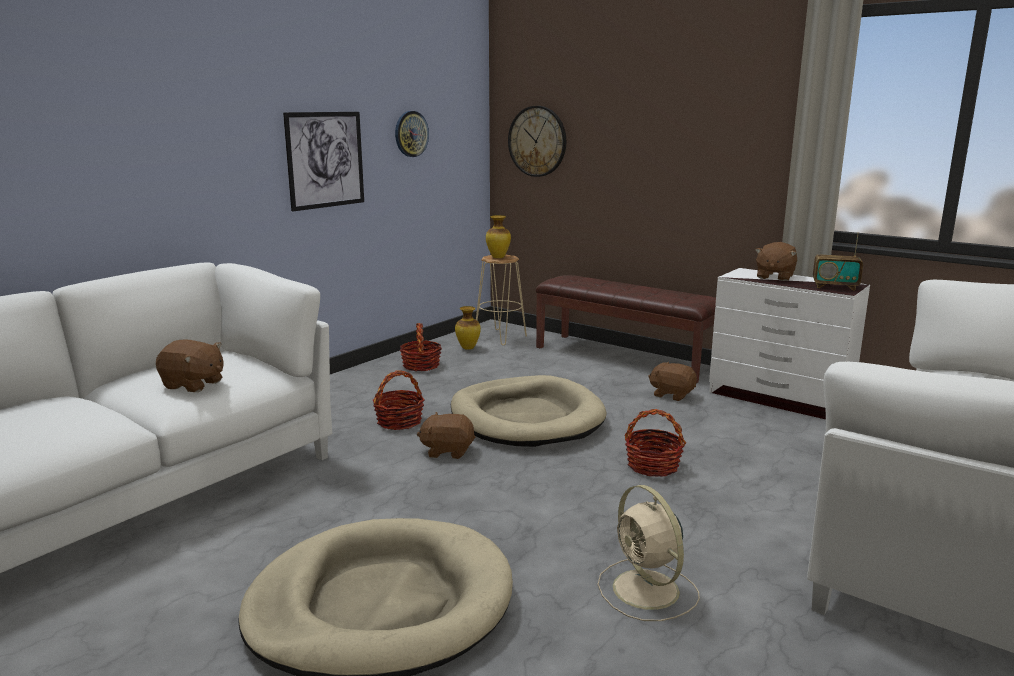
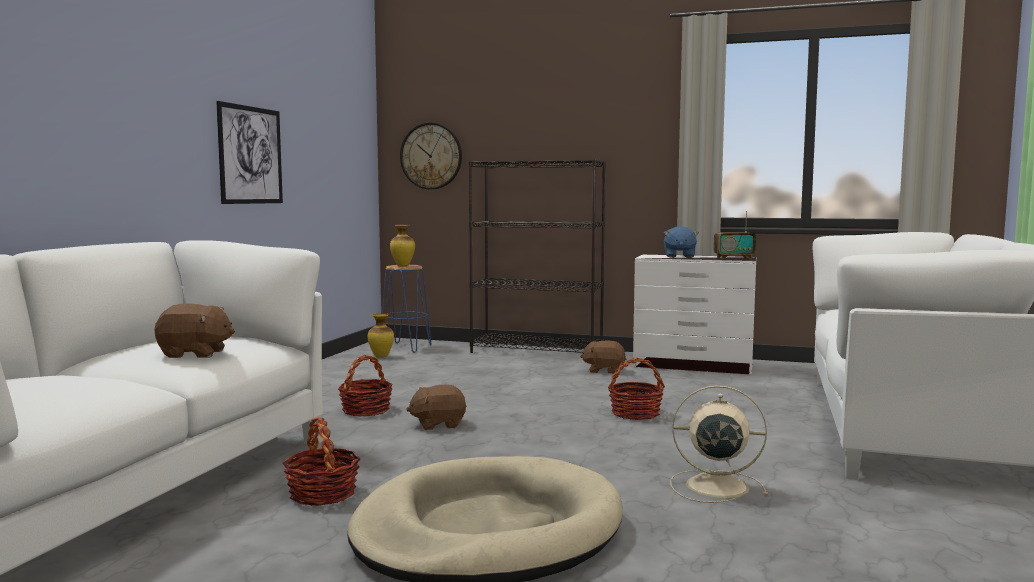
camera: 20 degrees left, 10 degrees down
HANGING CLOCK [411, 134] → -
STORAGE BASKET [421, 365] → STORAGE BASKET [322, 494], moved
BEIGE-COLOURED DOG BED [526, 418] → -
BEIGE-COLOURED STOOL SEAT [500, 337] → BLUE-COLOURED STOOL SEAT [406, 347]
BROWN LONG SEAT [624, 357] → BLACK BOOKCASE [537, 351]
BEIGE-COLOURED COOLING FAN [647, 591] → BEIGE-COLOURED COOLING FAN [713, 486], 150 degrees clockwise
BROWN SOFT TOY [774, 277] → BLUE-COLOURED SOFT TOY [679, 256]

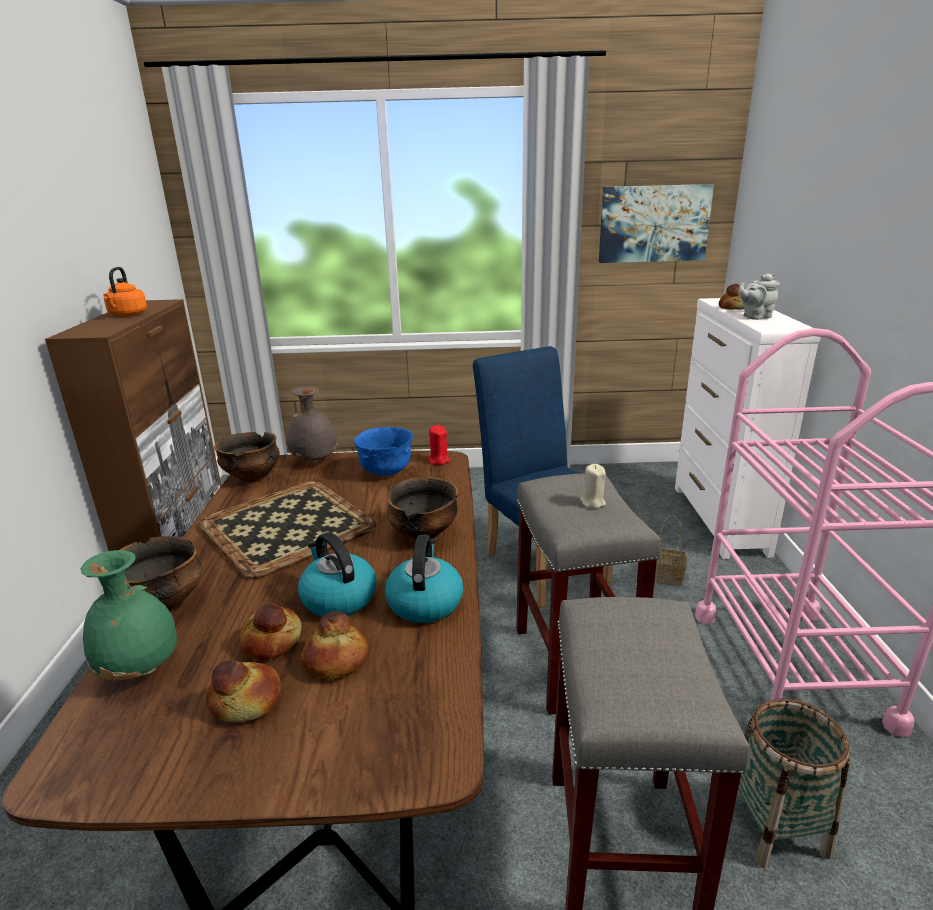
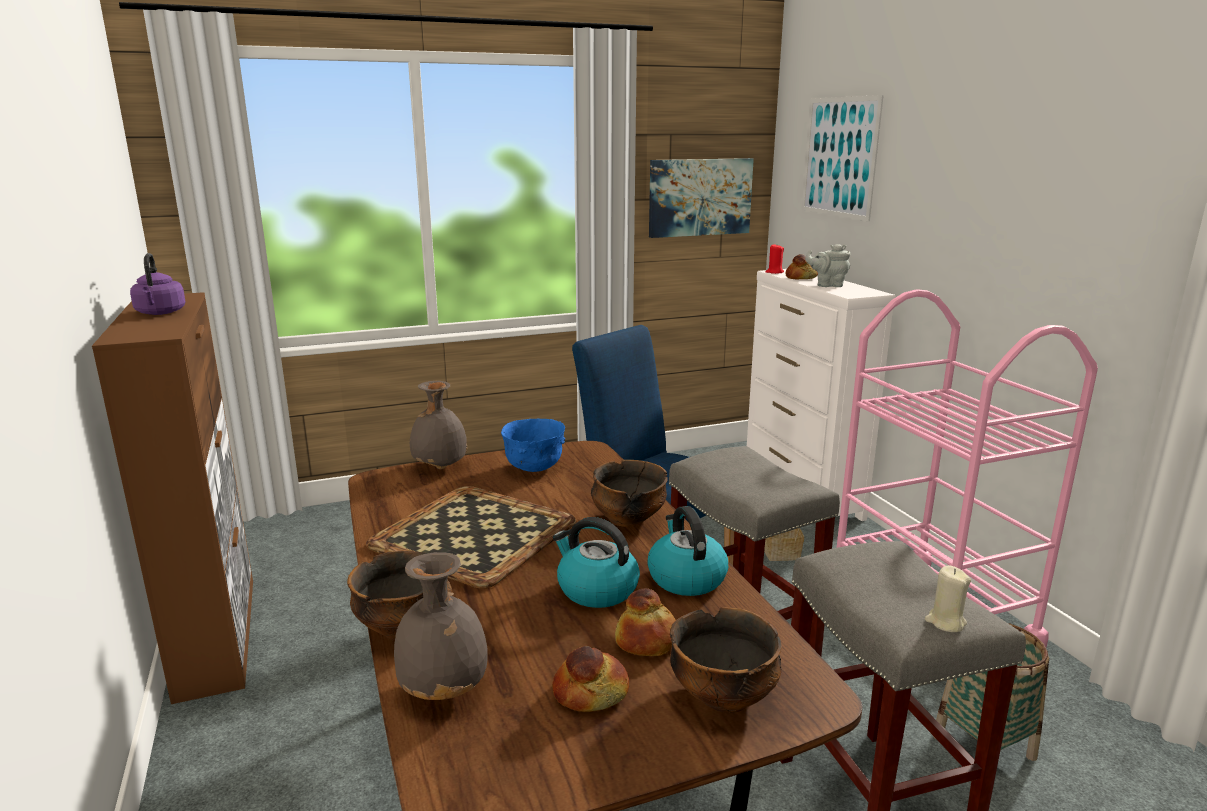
camera: 20 degrees left, 5 degrees down
GREEN DECORATIVE VASE [141, 668] → GREYISH DECORATIVE VASE [446, 690]
ORANGEY KETTLE [127, 315] → PURPLISH KETTLE [160, 313]
SERVING BOWL [253, 476] → SERVING BOWL [723, 696], moved
BAKERY BREAD [272, 641] → -
RED WAX LIGHT [438, 460] → RED WAX LIGHT [774, 272], moved
BEIGE-COLOURED WAX LIGHT [592, 502] → BEIGE-COLOURED WAX LIGHT [945, 622], moved
GREYISH POT FOR TEA [755, 317] → GREYISH POT FOR TEA [827, 285], 45 degrees clockwise
- → WALL ART [839, 157]

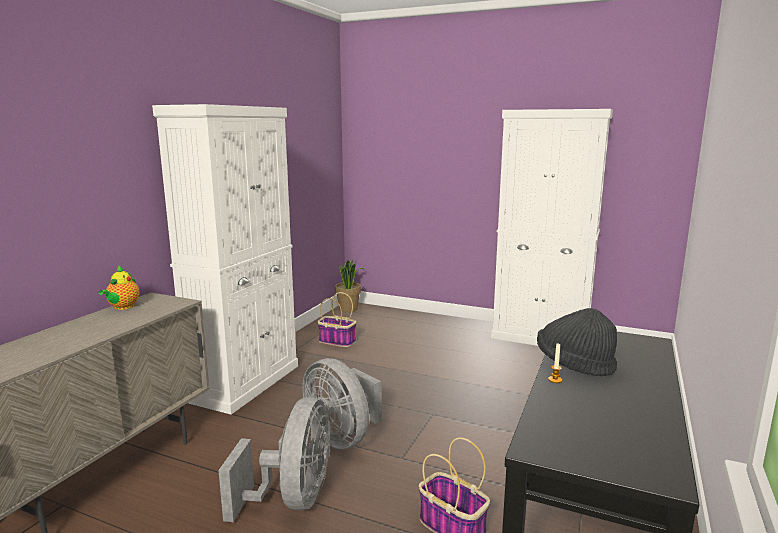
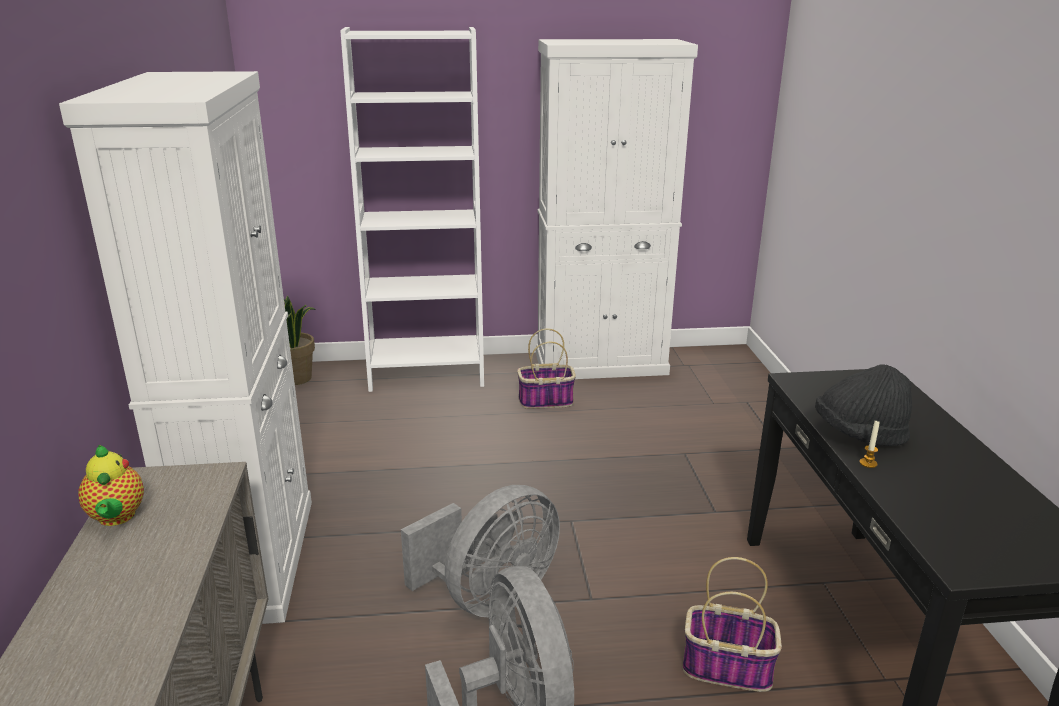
camera: 30 degrees left, 10 degrees up
GREYISH COOLING FAN [342, 437] → GREYISH COOLING FAN [489, 597], 60 degrees counterclockwise
STORAGE BASKET [336, 341] → STORAGE BASKET [545, 401], moved
- → WHITE-COLOURED BOOKCASE [426, 374]

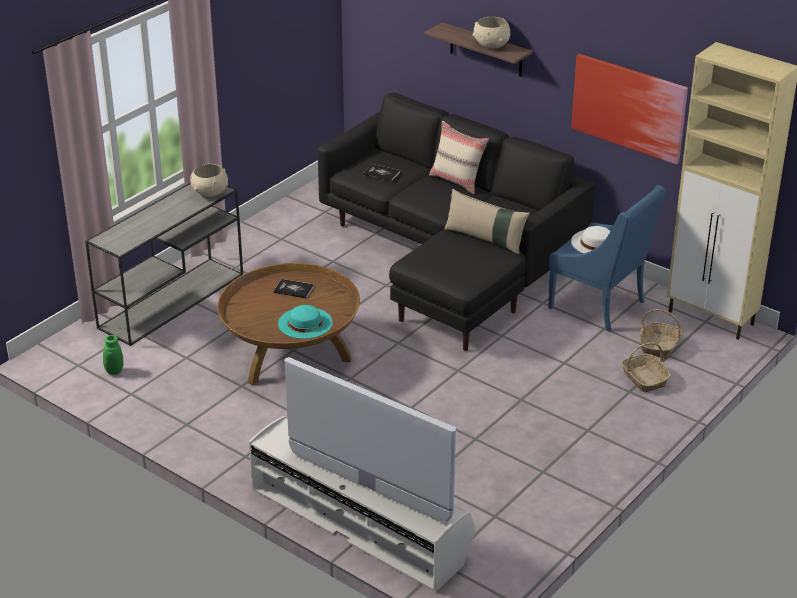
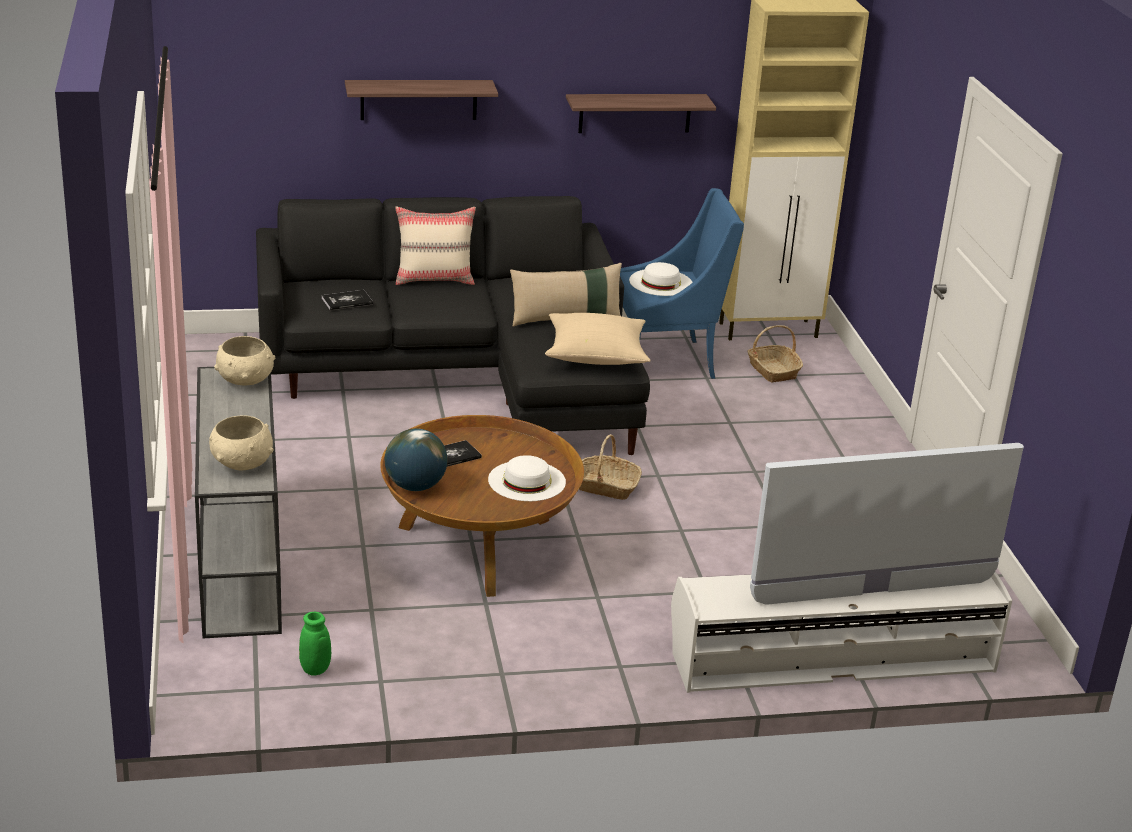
camera: 50 degrees left, 5 degrees down
TURQUOISE CLOTHING HAT [305, 323] → WHITE-COLOURED CLOTHING HAT [527, 481]
BEIGE-COLOURED SERVING BOWL [491, 45] → BEIGE-COLOURED SERVING BOWL [241, 464], moved
WALL ART [629, 107] → BRACKET SHELF [635, 113]
STORAGE BASKET [644, 378] → STORAGE BASKET [605, 486], moved
- → WORLD GLOBE [416, 486]
- → BEIGE-COLOURED CUSHION [597, 356]

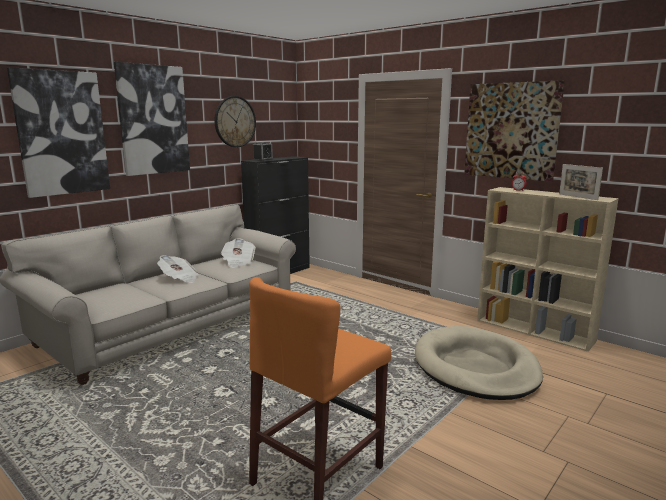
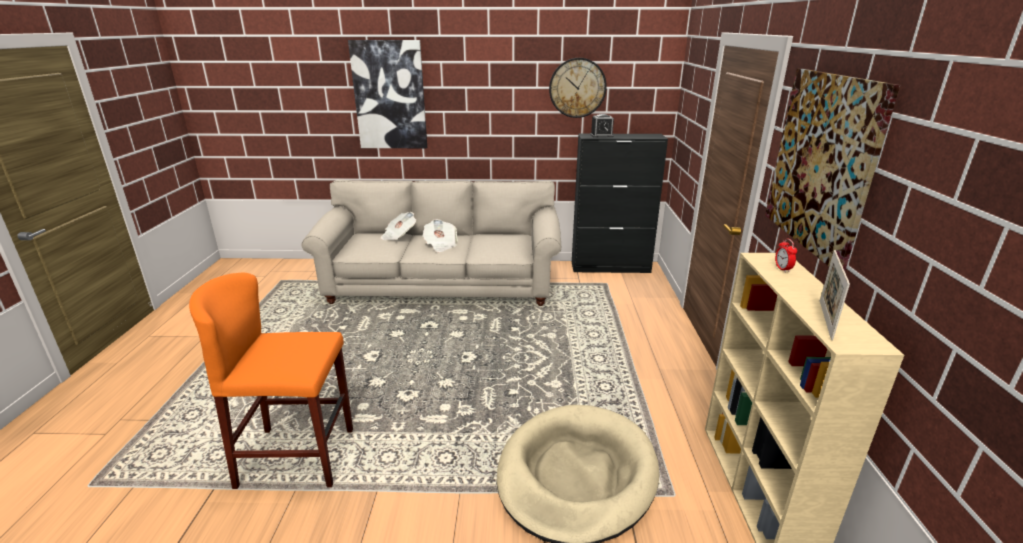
camera: 50 degrees right, 10 degrees up
WALL ART [153, 120] → -
DAILY PAPER [238, 262] → DAILY PAPER [398, 236], moved

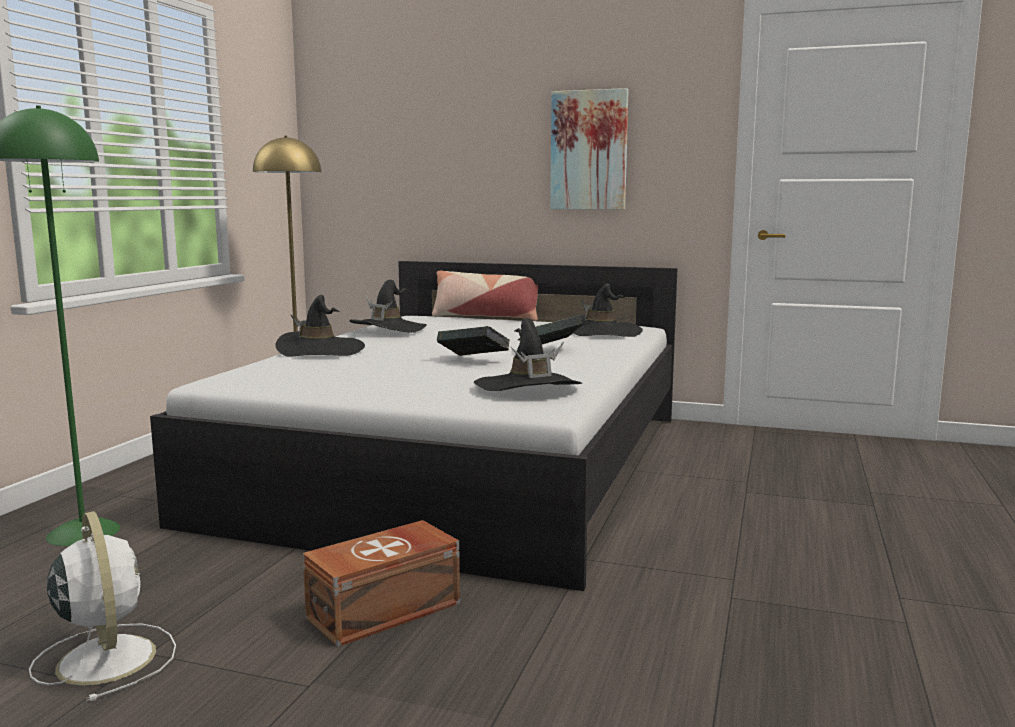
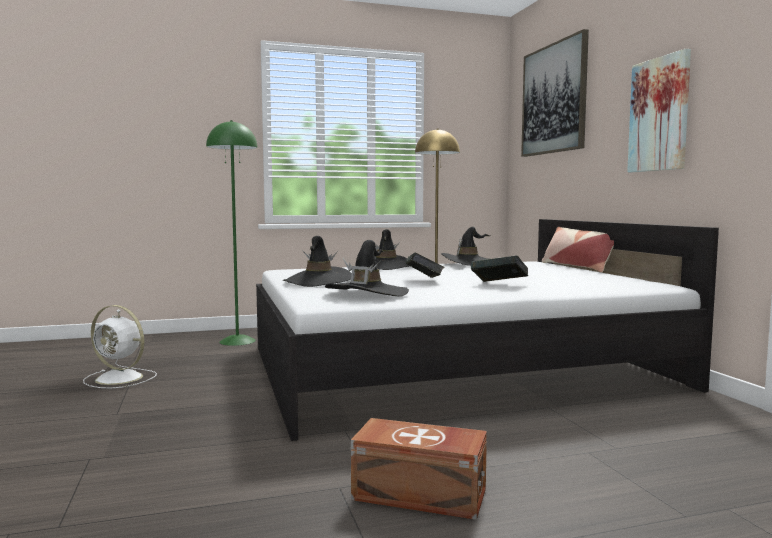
camera: 55 degrees right, 5 degrees down
WHITE-COLOURED COOLING FAN [106, 658] → WHITE-COLOURED COOLING FAN [121, 378], 90 degrees clockwise
BROWN STORAGE BOX [387, 610] → BROWN STORAGE BOX [421, 495], moved
BLACK CLOTHING HAT [603, 332] → BLACK CLOTHING HAT [319, 281], moved
- → WALL ART [554, 99]

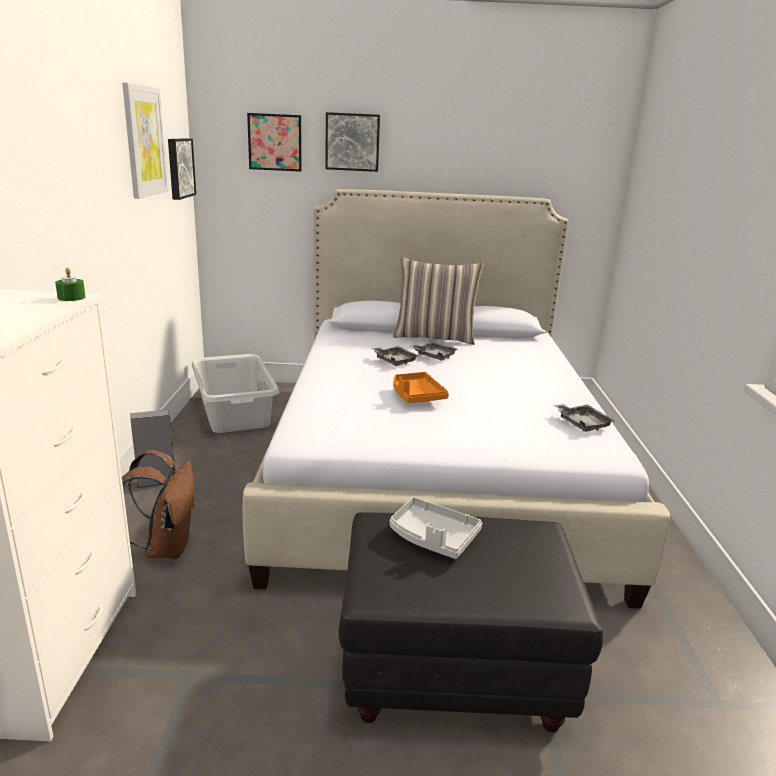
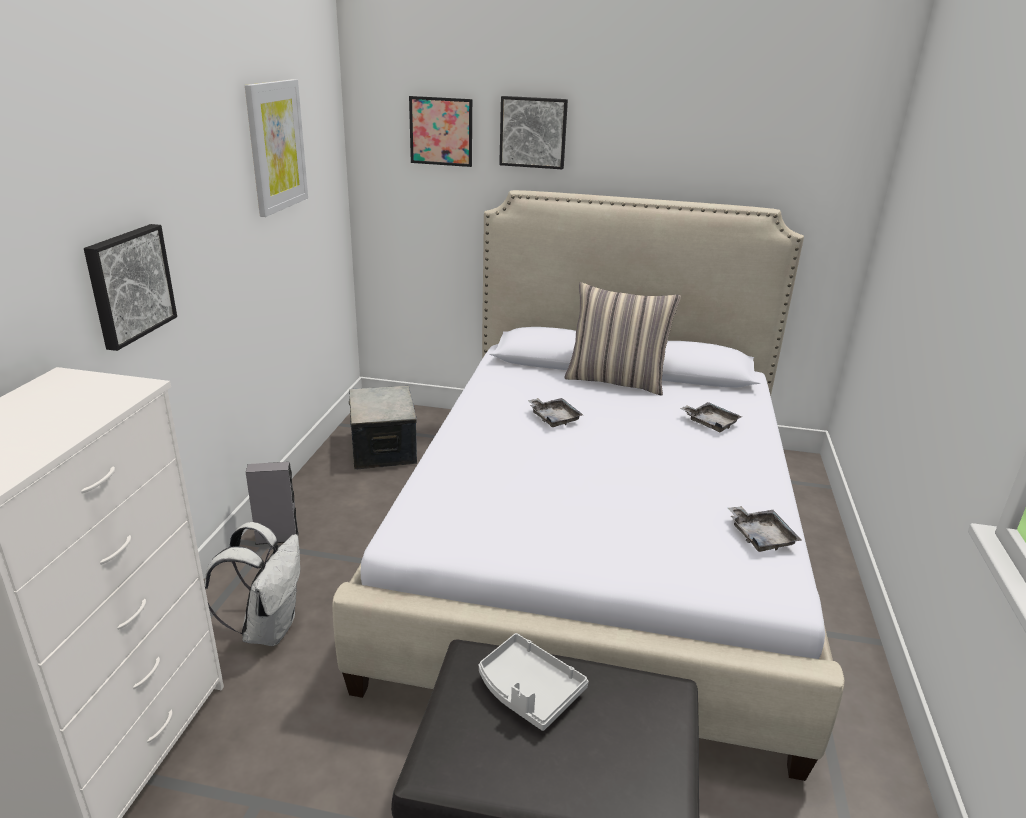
camera: 10 degrees right, 5 degrees up
GREEN WAX LIGHT [71, 297] → -
BROWN BACKPACK [166, 547] → WHITE-COLOURED BACKPACK [268, 628]
WALL ART [179, 168] → WALL ART [128, 285], moved
GREYISH WASHING BASKET [235, 412] → STORAGE BOX [384, 448]
ORANGEY SERVING TRAY [416, 395] → -
GREYISH SERVING TRAY [434, 356] → GREYISH SERVING TRAY [710, 423], moved

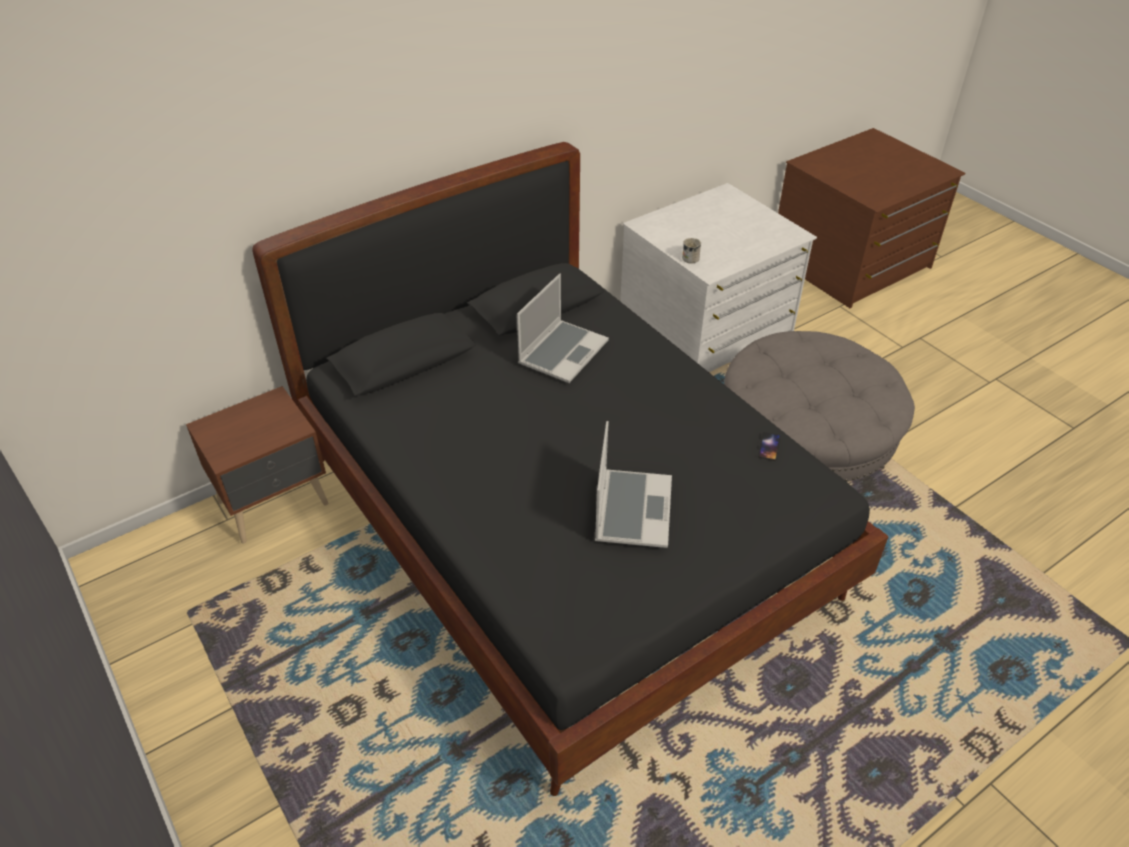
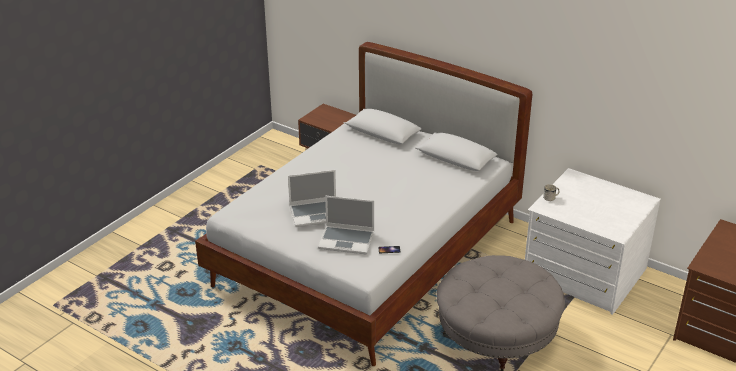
camera: 70 degrees right, 10 degrees down
BLACK SLEEPING BED [565, 527] → WHITE-COLOURED SLEEPING BED [369, 255]
PORTABLE COMPUTER [563, 352] → PORTABLE COMPUTER [347, 240], moved

